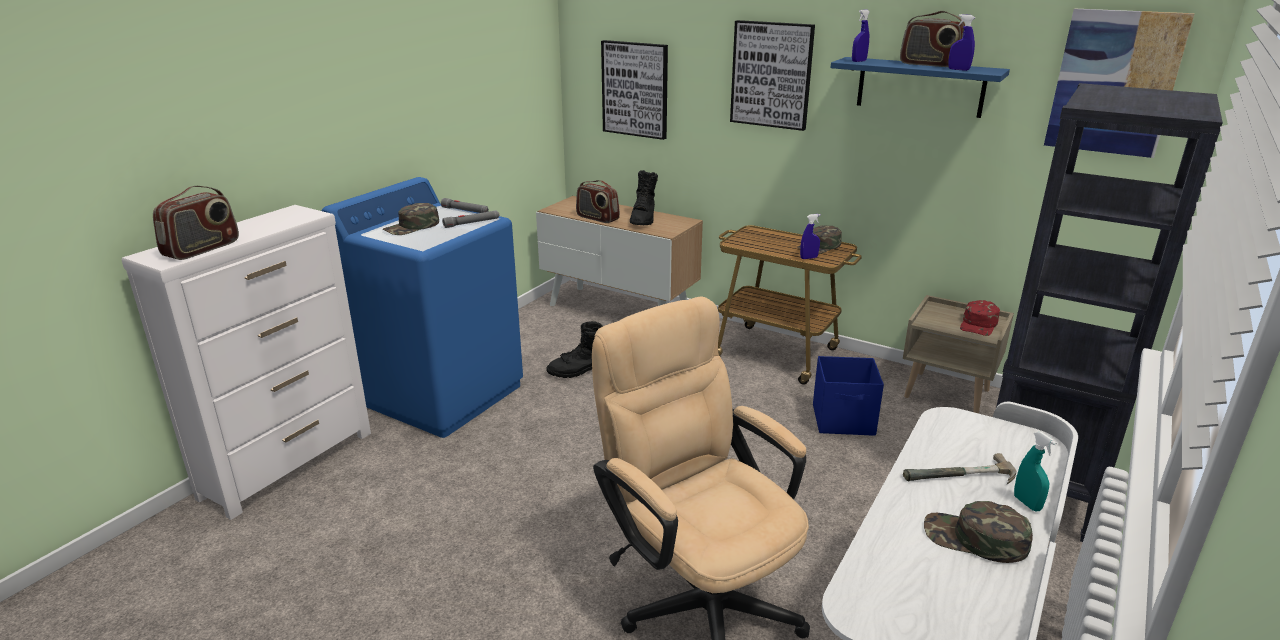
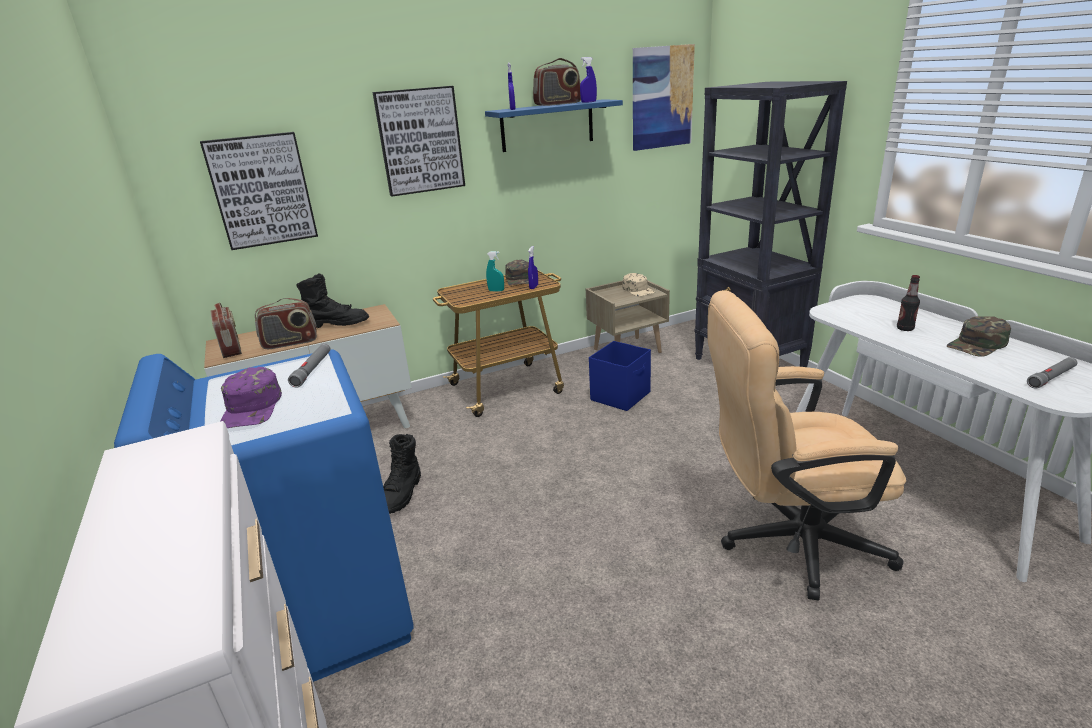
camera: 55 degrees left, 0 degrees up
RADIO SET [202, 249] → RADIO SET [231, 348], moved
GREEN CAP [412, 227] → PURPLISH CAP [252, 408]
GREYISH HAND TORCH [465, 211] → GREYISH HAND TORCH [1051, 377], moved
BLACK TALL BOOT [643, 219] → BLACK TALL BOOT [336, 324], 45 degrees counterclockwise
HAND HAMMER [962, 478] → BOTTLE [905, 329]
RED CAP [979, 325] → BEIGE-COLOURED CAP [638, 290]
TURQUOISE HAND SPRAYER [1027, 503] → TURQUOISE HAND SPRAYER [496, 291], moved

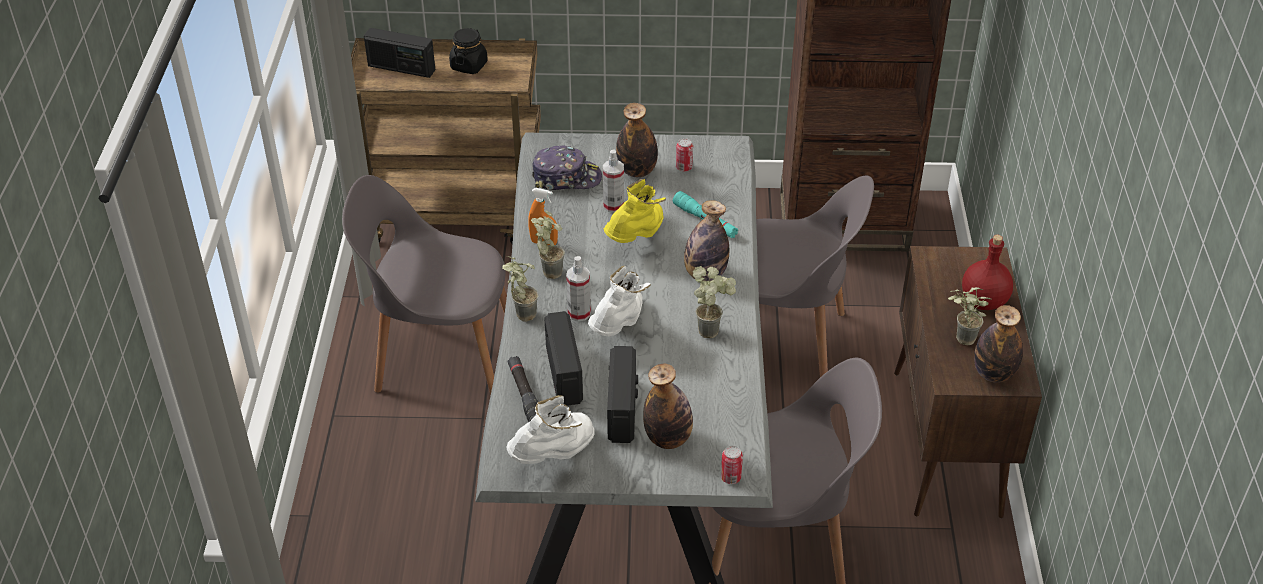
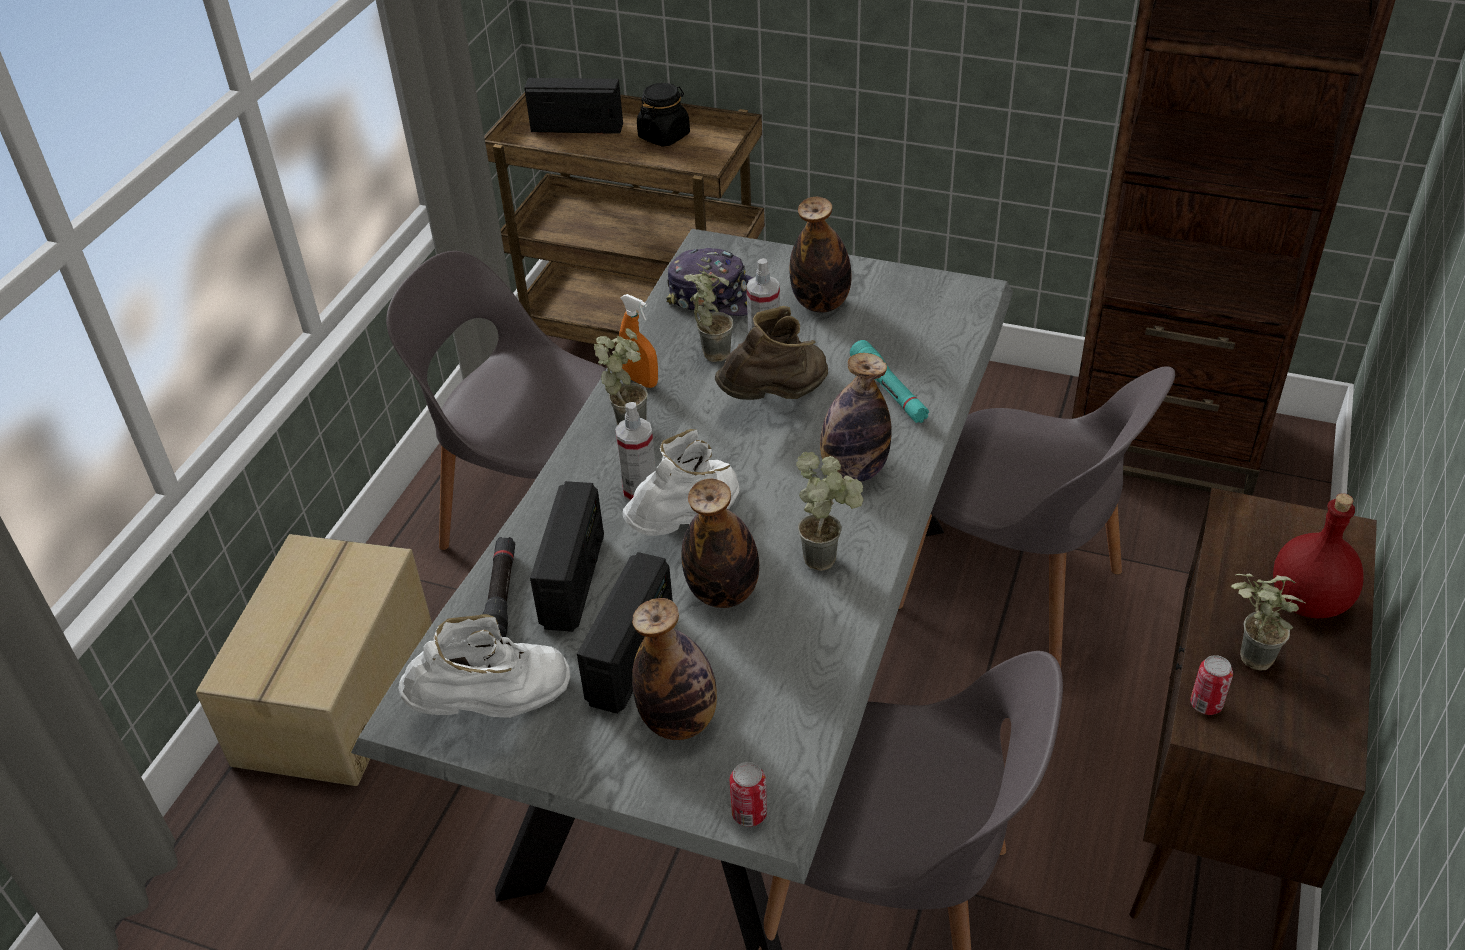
camera: 20 degrees right, 0 degrees up
RADIO SET [401, 68] → RADIO SET [577, 127], 150 degrees clockwise
HOUSEPLANT [520, 314] → HOUSEPLANT [709, 351], moved
YELLOW TALL BOOT [637, 238] → BROWN TALL BOOT [776, 397]
METAL CAN [684, 167] → METAL CAN [1206, 704], moved
BOTTLE [993, 374] → BOTTLE [723, 593], moved
- → CARTON [332, 693]

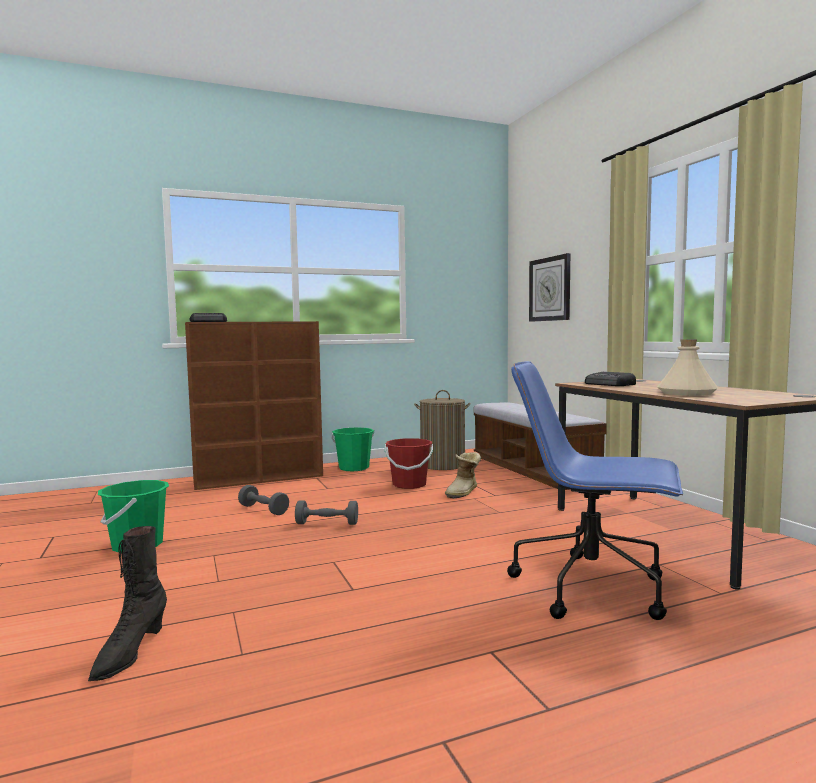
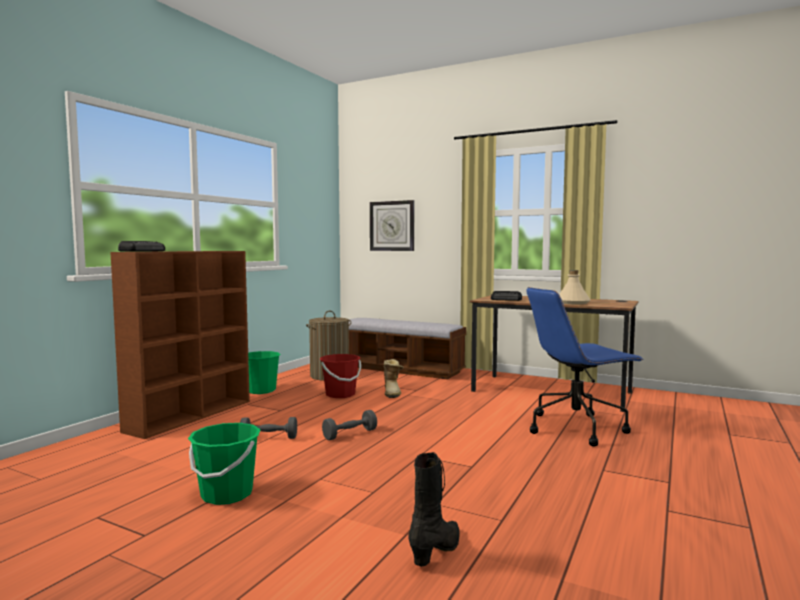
camera: 40 degrees left, 0 degrees up
BLACK TALL BOOT [129, 653] → BLACK TALL BOOT [437, 550], 120 degrees counterclockwise

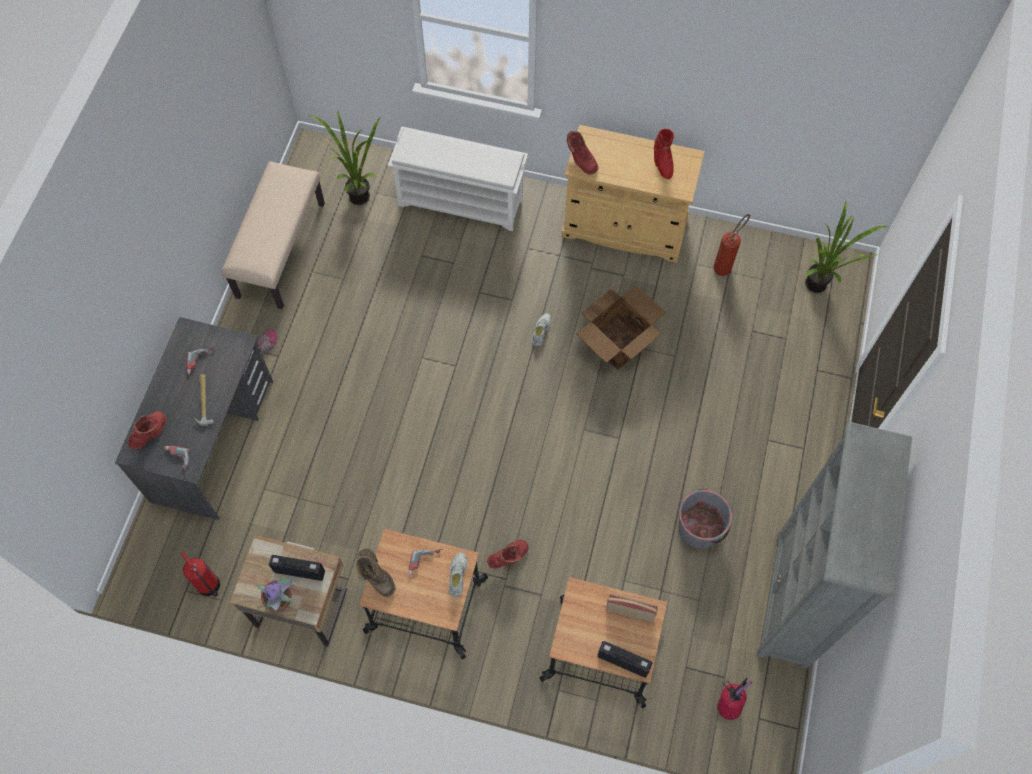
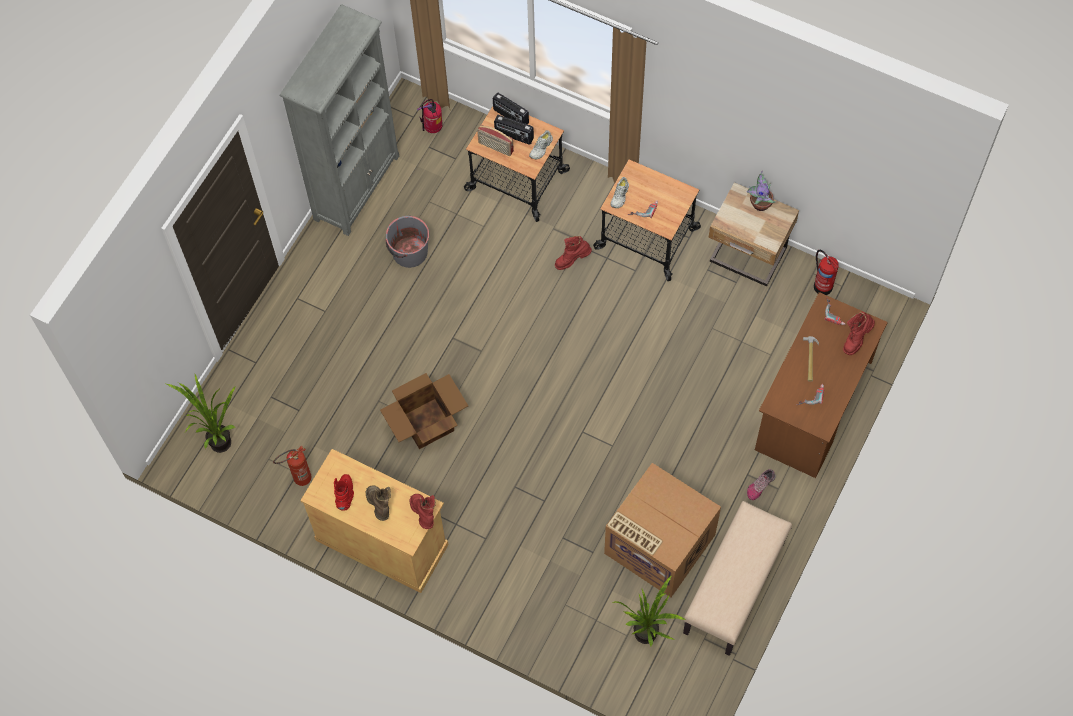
camera: 165 degrees left, 0 degrees up
GREYISH DESK [213, 440] → BROWN DESK [813, 406]
RADIO SET [299, 571] → RADIO SET [514, 136], moved
BROWN TALL BOOT [376, 576] → BROWN TALL BOOT [380, 506], moved
WHITE-COLOURED SHOE STAND [462, 201] → -
WHITE-COLOURED LOW SHOE [540, 331] → WHITE-COLOURED LOW SHOE [541, 148], moved
- → CARTON [658, 544]

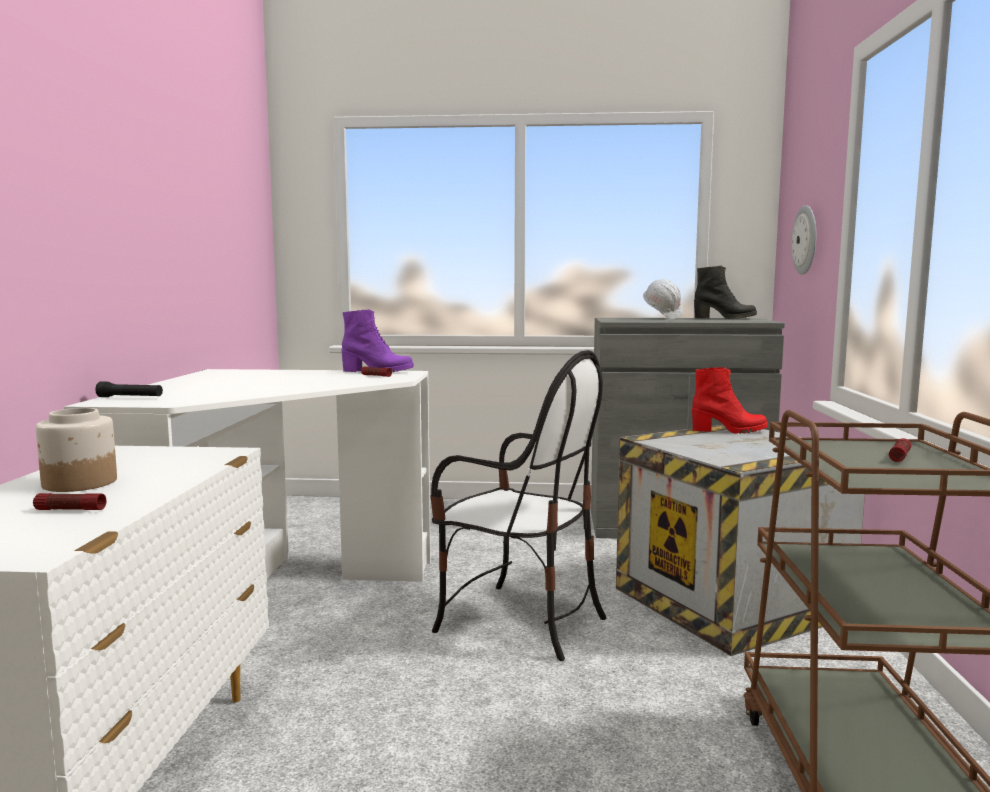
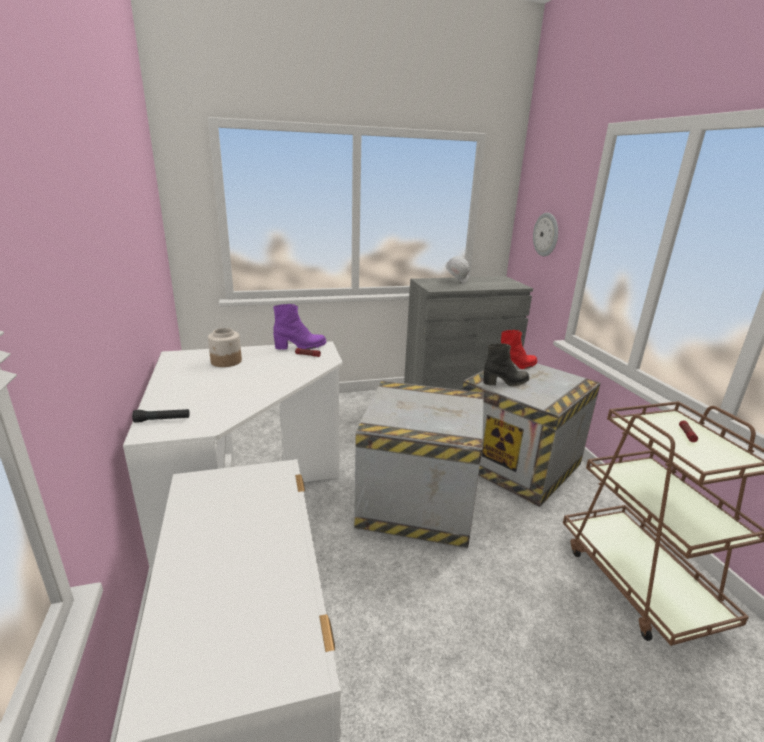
camera: 20 degrees left, 15 degrees up
HAND TORCH [70, 510] → -
STORAGE JAR [79, 483] → STORAGE JAR [226, 361], moved
PLAIN CHAIR [519, 622] → SHIPPING CRATE [417, 502]
BLACK TALL BOOT [724, 318] → BLACK TALL BOOT [505, 383], moved

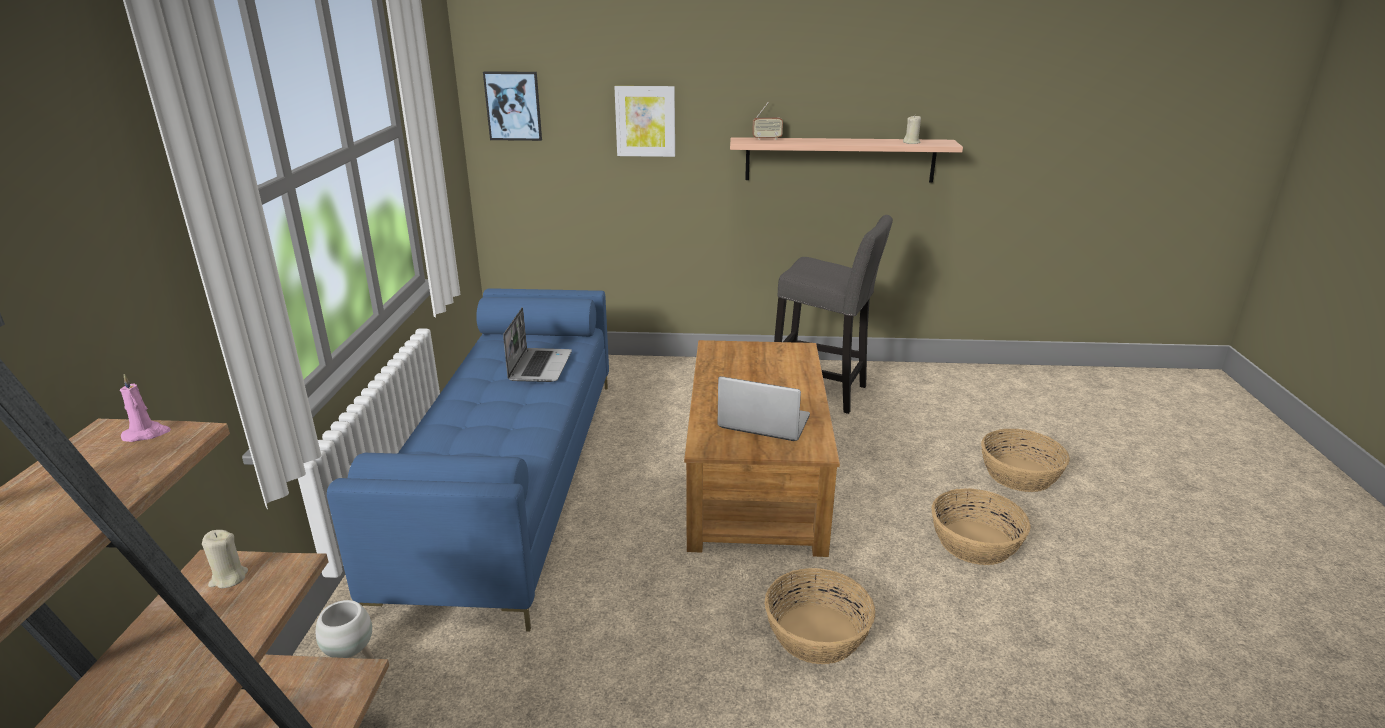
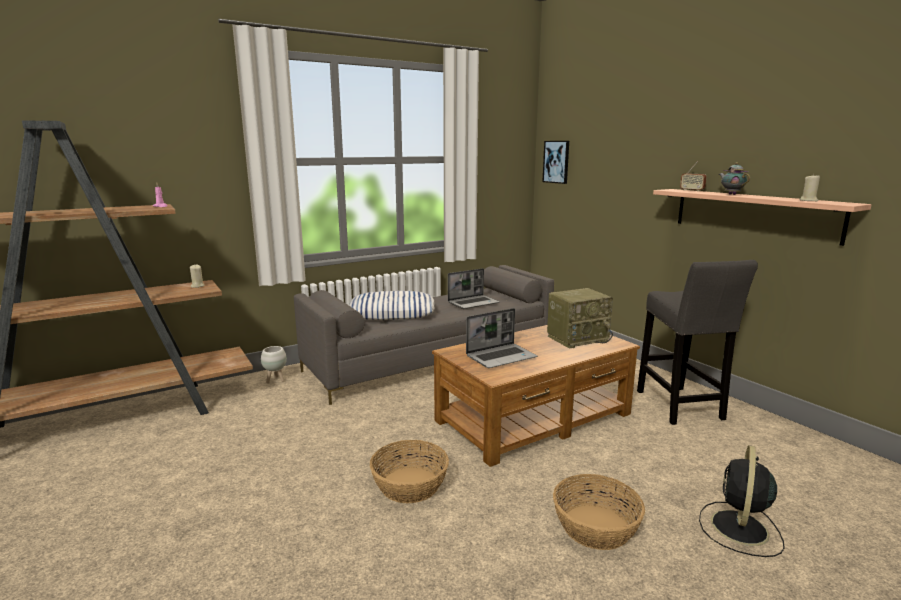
camera: 55 degrees right, 10 degrees down
BLUE-COLOURED SOFA [510, 479] → GREYISH SOFA [432, 359]
WALL ART [645, 121] → -
PORTABLE COMPUTER [762, 423] → PORTABLE COMPUTER [501, 357], 75 degrees clockwise
STORAGE BASKET [1020, 474] → BLACK COOLING FAN [739, 529]
- → CUSHION [393, 312]
- → RADIO SET [578, 338]
- → POT FOR TEA [731, 194]

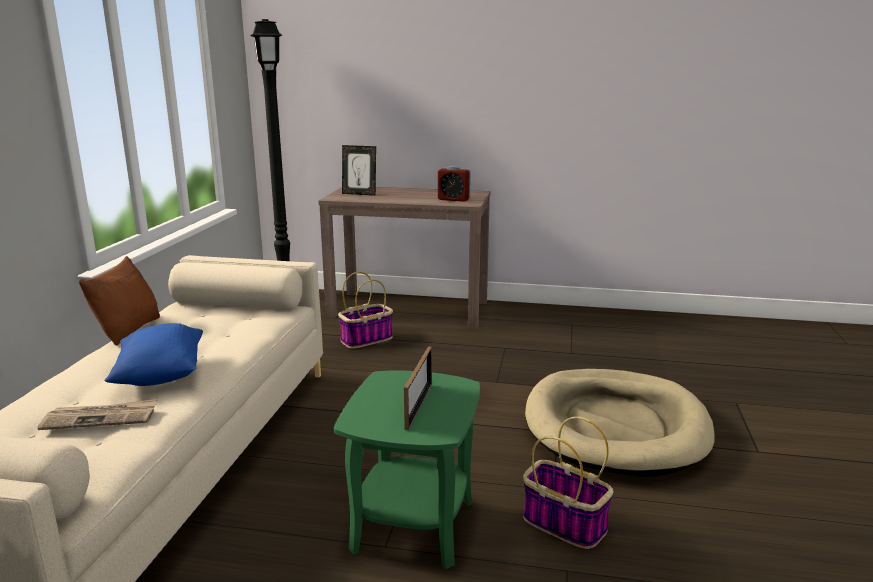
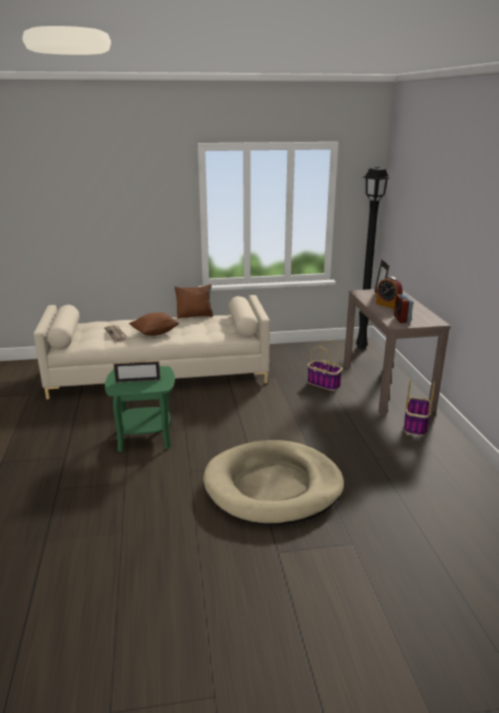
camera: 70 degrees right, 5 degrees up
BLUE-COLOURED CUSHION [160, 376] → BROWN CUSHION [155, 333]
STORAGE BASKET [562, 523] → STORAGE BASKET [415, 425], moved
- → TABLE CLOCK [388, 305]

